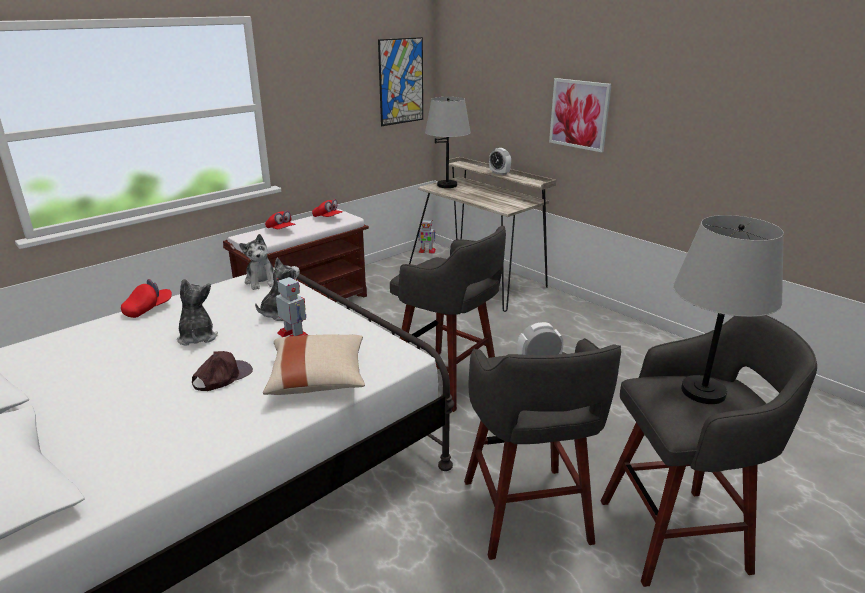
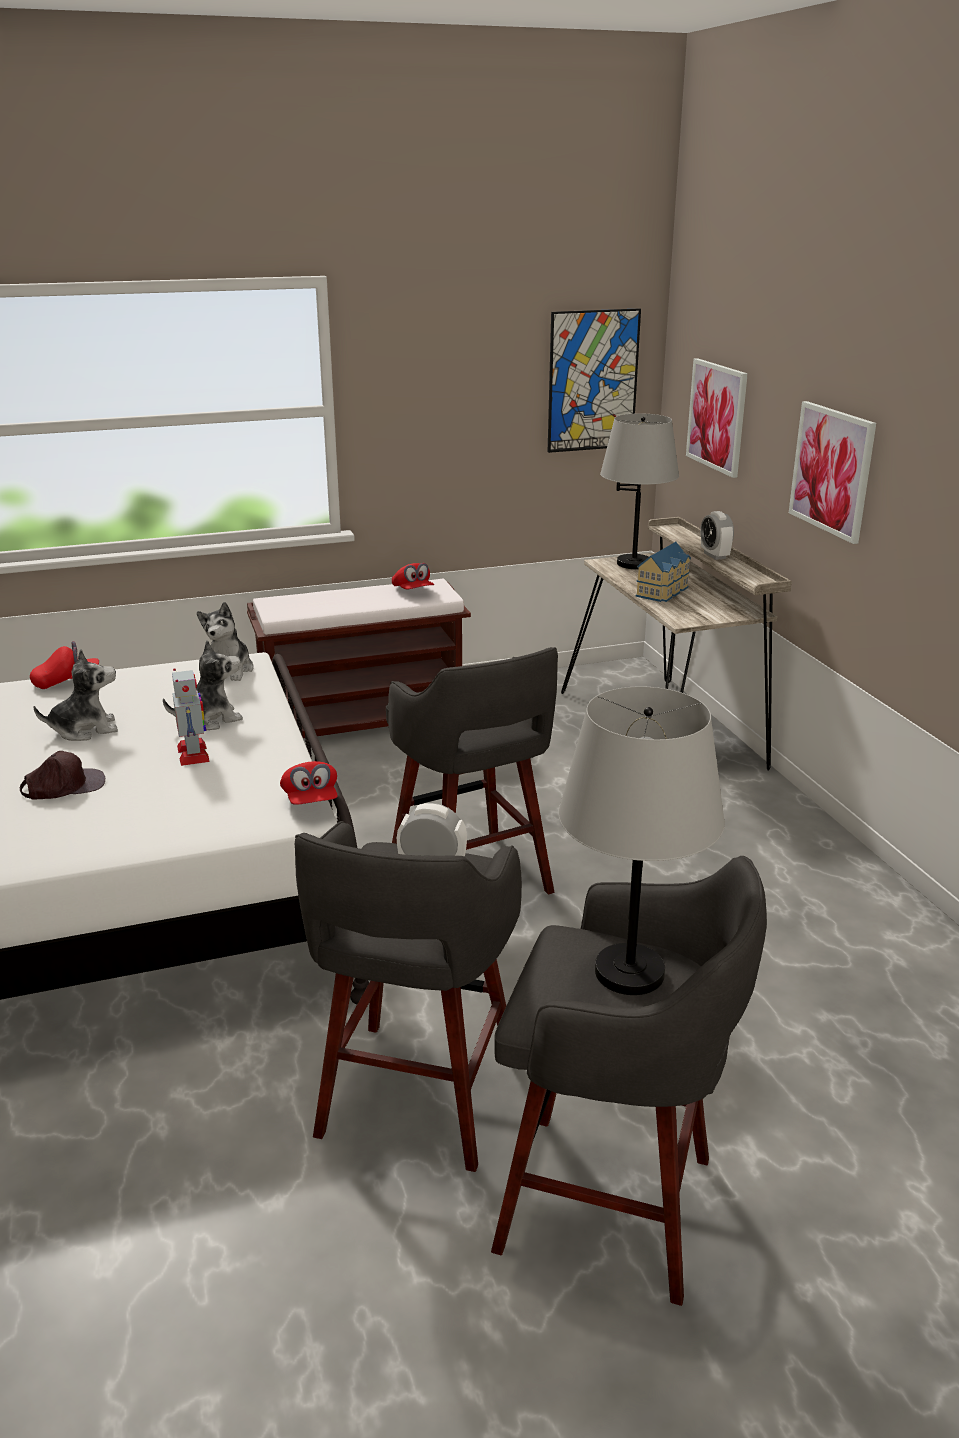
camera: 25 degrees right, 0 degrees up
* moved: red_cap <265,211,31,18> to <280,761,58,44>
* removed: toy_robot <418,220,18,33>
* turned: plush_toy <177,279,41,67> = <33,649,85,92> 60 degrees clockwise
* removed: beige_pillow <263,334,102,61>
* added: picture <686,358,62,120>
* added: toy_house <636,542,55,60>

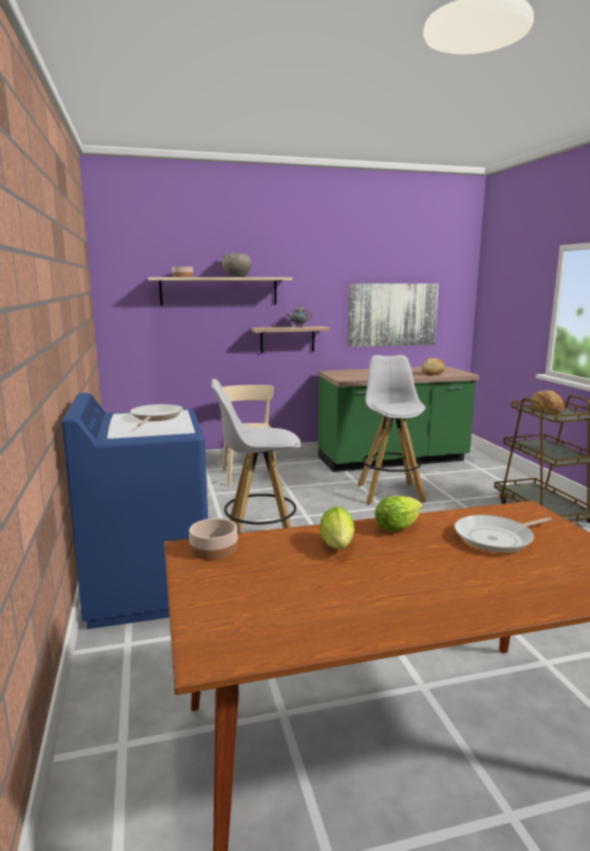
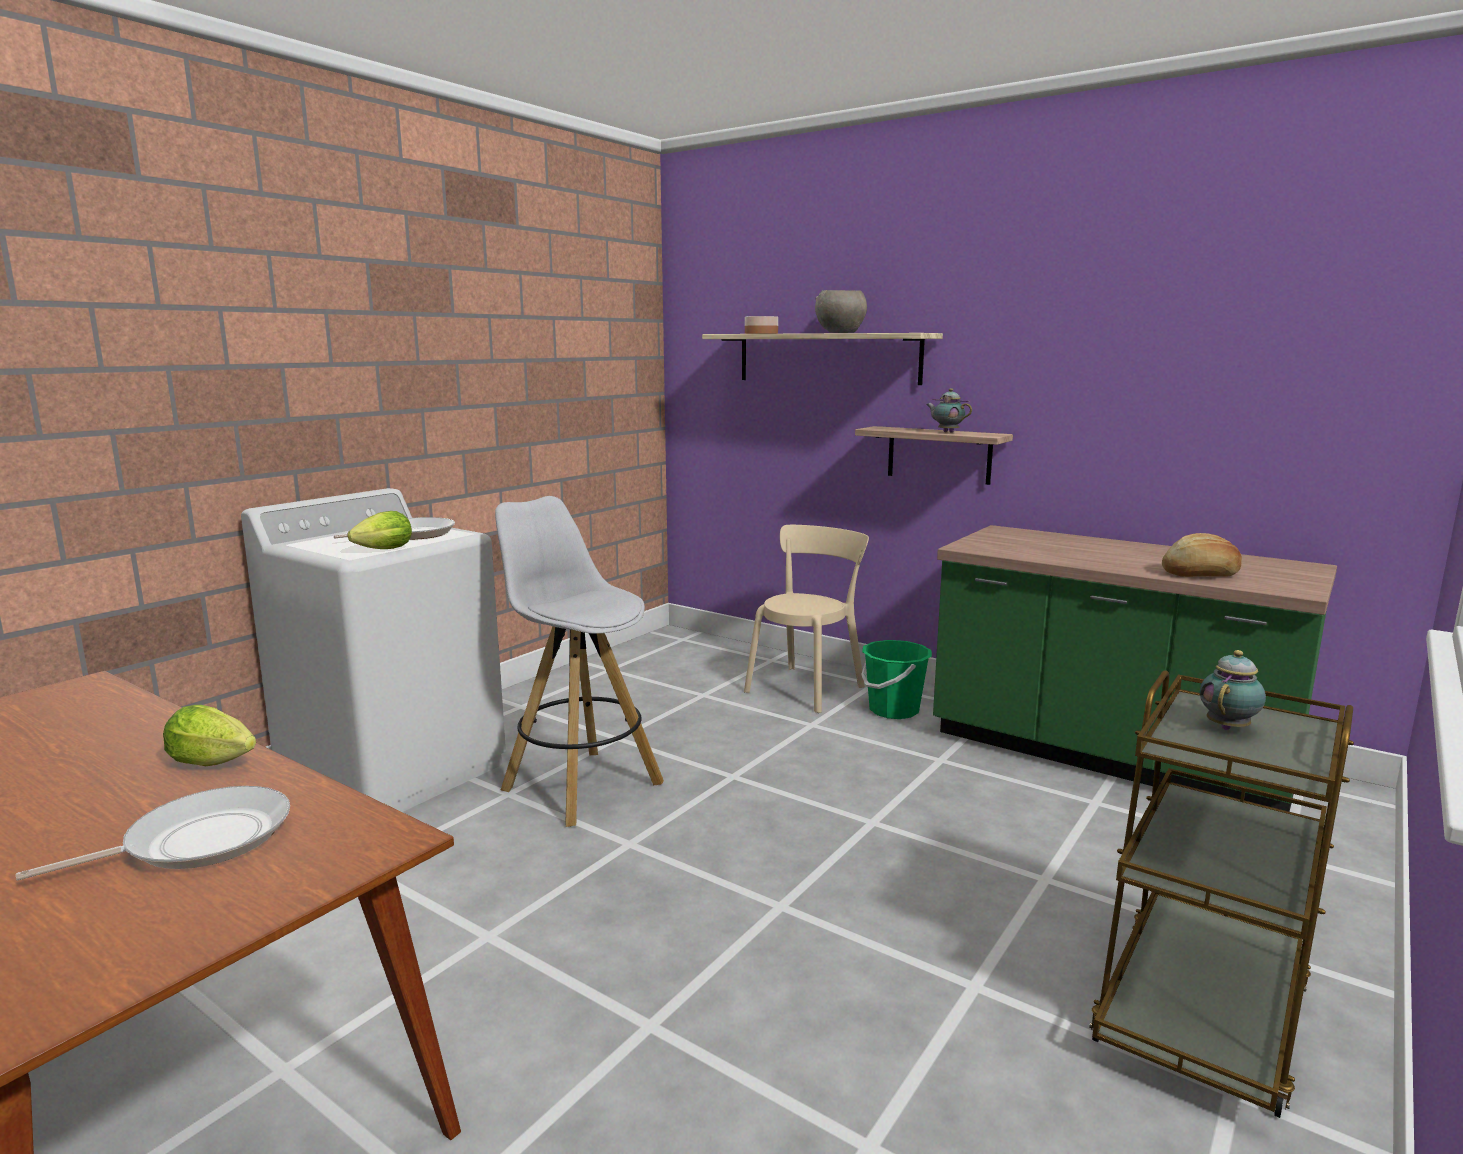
camera: 50 degrees right, 0 degrees up
* removed: picture <348,283,91,64>
* removed: white_stool <357,355,69,149>
* replaced: bread <531,391,33,23> to teapot <1200,650,66,80>
* recoloured: blue_washing_machine <61,393,147,236> to white_washing_machine <241,488,265,324>
* moved: lettuce <320,506,35,43> to <348,511,64,38>
* turned: frying_pan <454,515,98,38> = <16,786,274,95> 120 degrees clockwise
* removed: bowl <189,518,49,42>
* added: green_bucket <861,640,71,79>

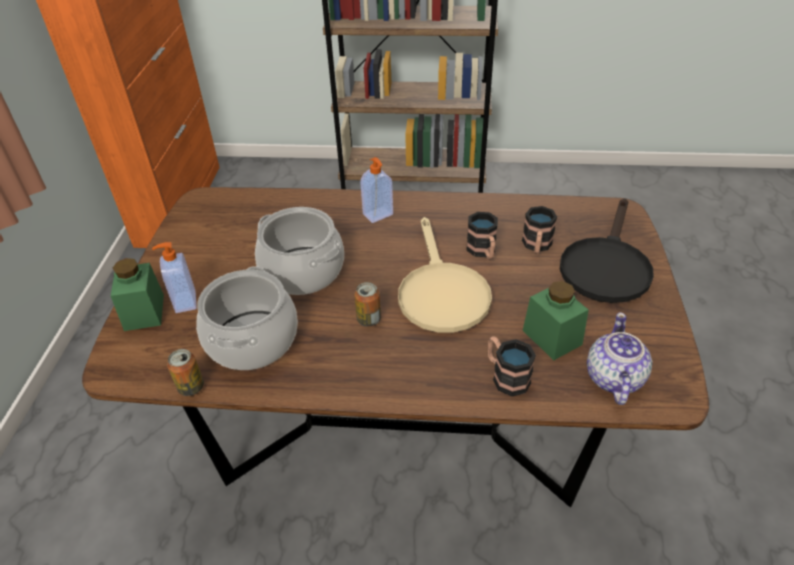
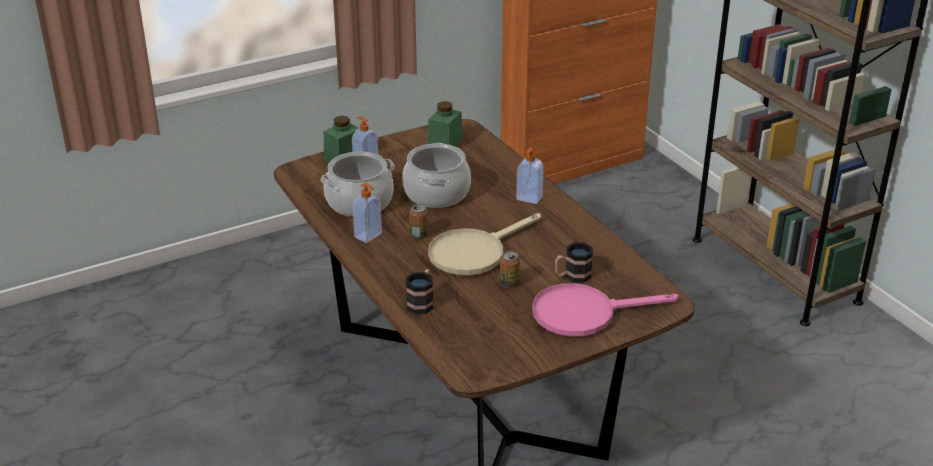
camera: 55 degrees right, 10 degrees down
* recoloured: black_frying_pan <560,198,94,105> to pink_frying_pan <532,283,146,54>
* removed: mug <466,212,32,47>
* moved: green_jar <523,281,66,79> to <428,101,35,46>
* removed: teapot <587,312,65,93>
* moved: can <167,349,37,47> to <500,251,20,37>
* added: soap_dispenser <353,183,29,60>

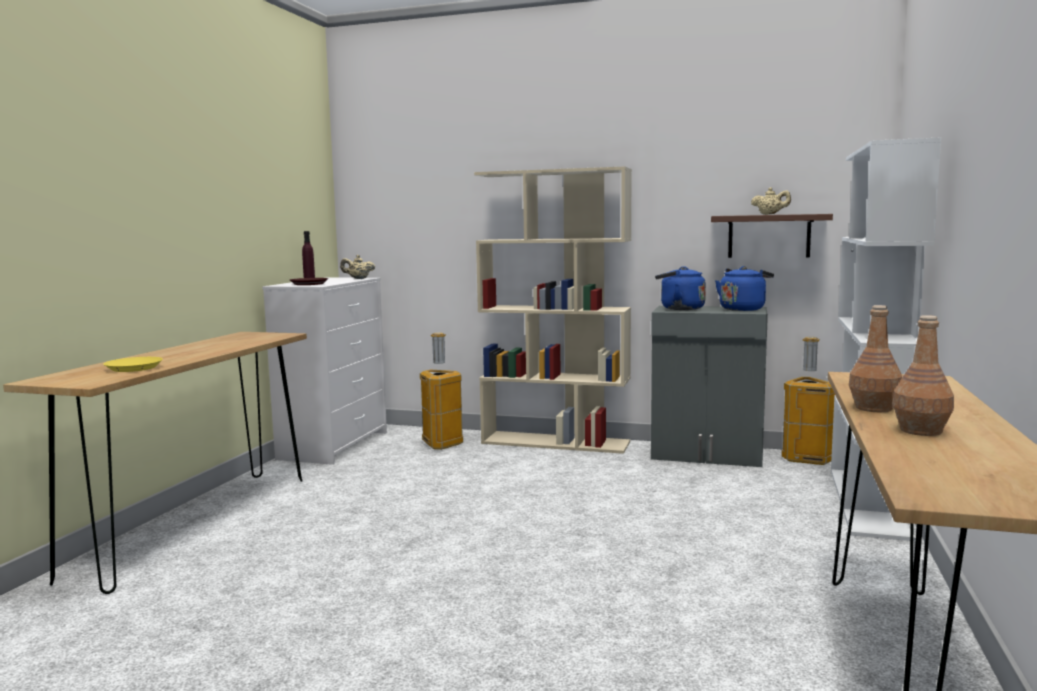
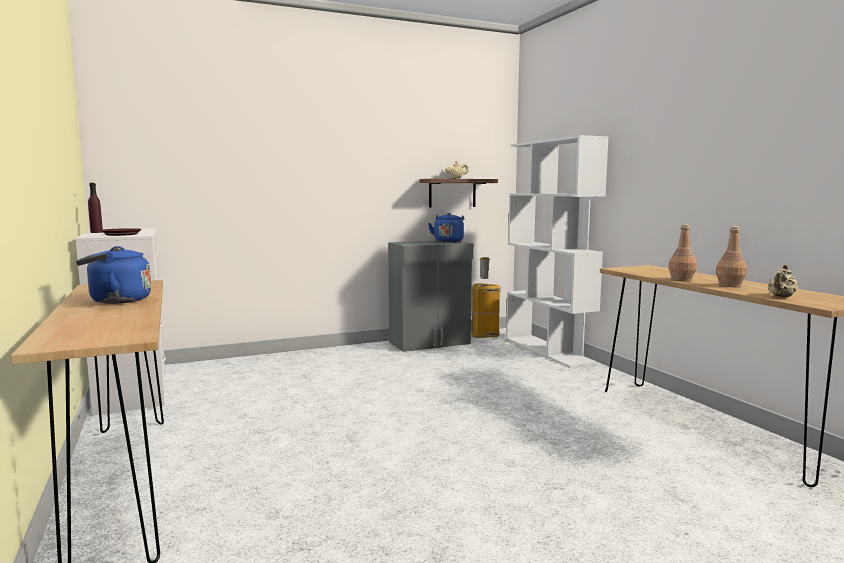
camera: 40 degrees left, 0 degrees up
* removed: beige_bookcase <474,166,158,288>
* moved: beige_teapot <340,255,35,24> to <768,265,30,32>
* moved: blue_kettle <655,266,51,44> to <76,246,75,58>
* removed: trash_can <420,332,43,118>
* removed: yellow_plate <103,357,60,15>

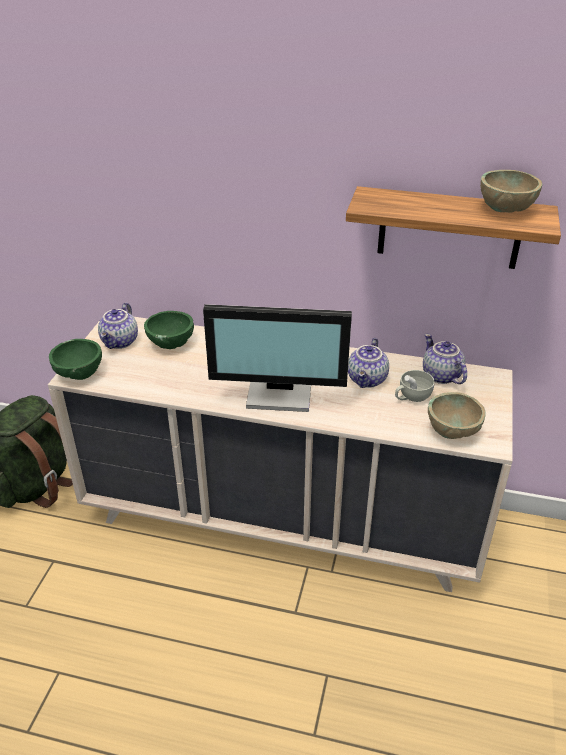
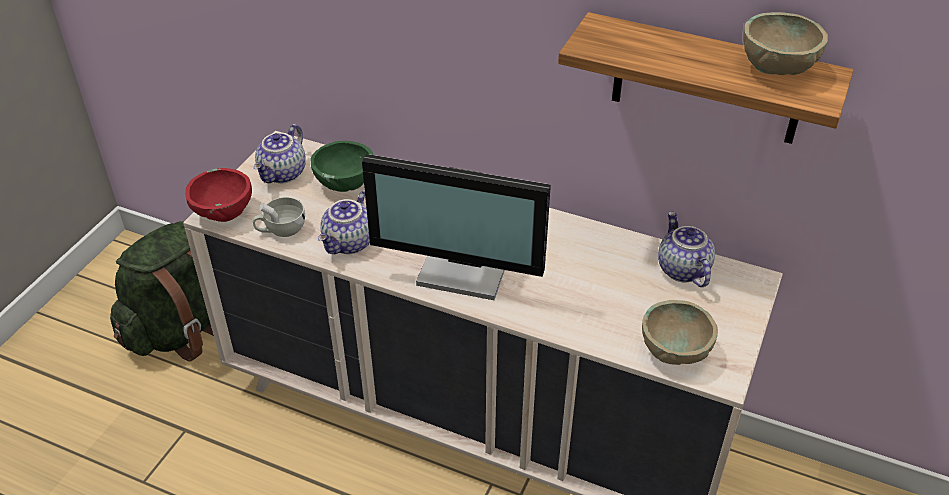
camera: 10 degrees right, 5 degrees up
* moved: teapot <348,338,41,50> to <318,190,52,64>
* recoloured: green_bowl <49,339,53,41> to red_bowl <185,168,67,54>
* moved: white_cup <395,370,40,32> to <253,197,52,40>

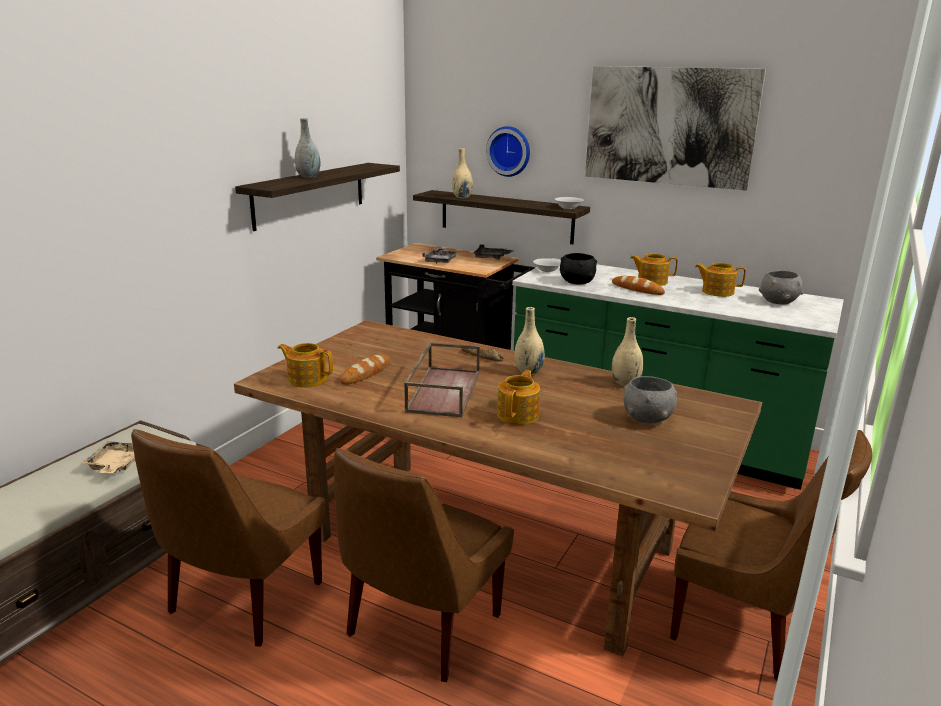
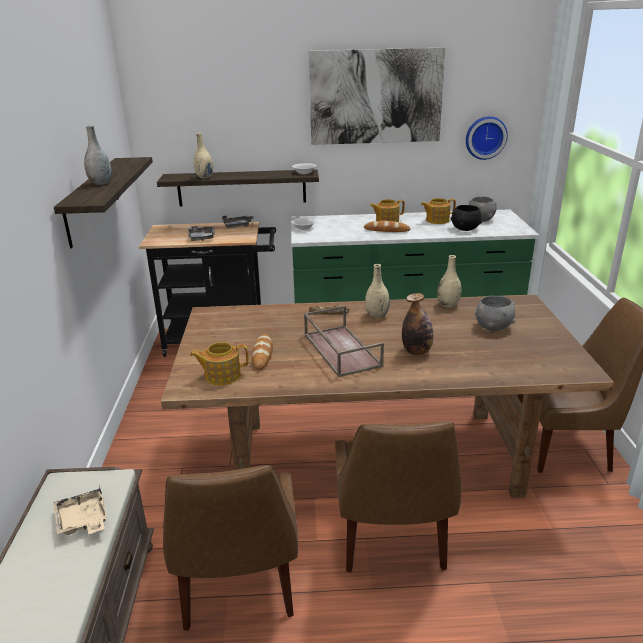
camera: 30 degrees left, 5 degrees up
* moved: wall_clock <486,126,44,51> to <466,116,42,44>
* moved: black_bowl <560,253,37,32> to <451,205,31,26>
* replaced: teapot <497,370,43,55> to bottle <402,293,31,62>

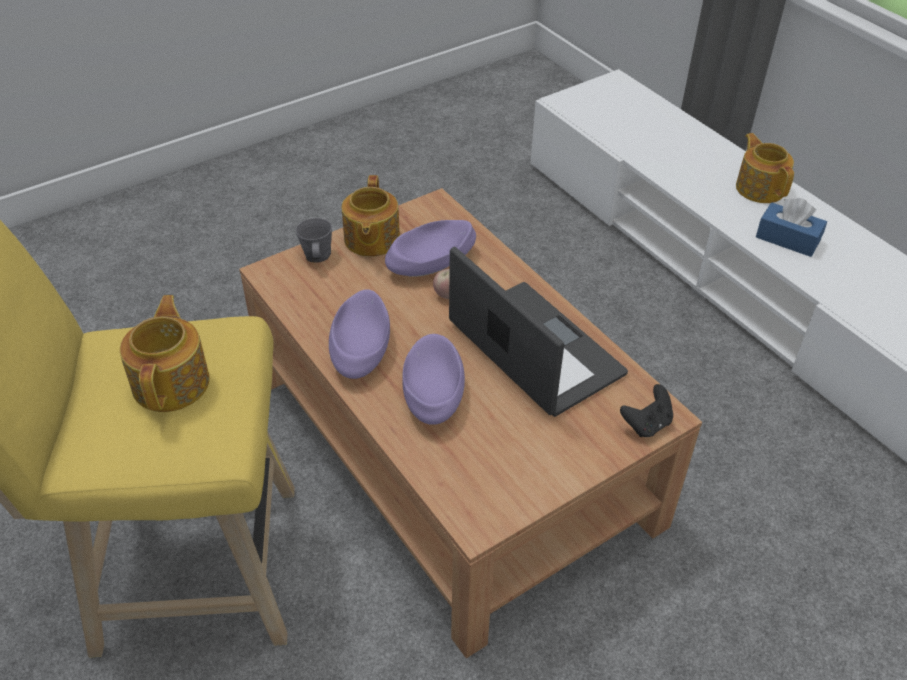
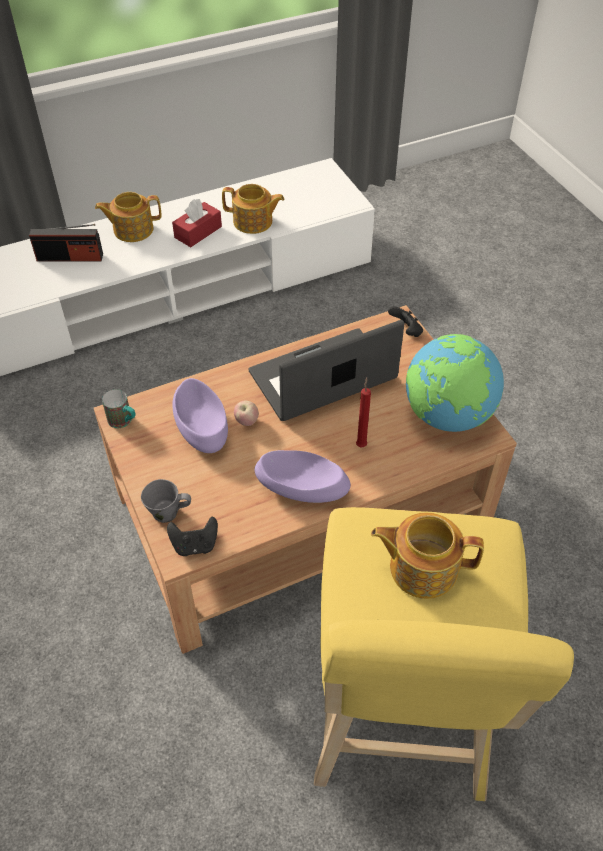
camera: 80 degrees left, 5 degrees up
* moved: teapot <342,175,58,82> to <222,184,62,50>
* recoloured: blue_tissue_box <756,198,71,59> to red_tissue_box <172,199,50,48>
* replaced: purple_bowl <402,334,63,91> to red_candle <356,377,15,70>
* added: radio <29,224,74,37>
* added: globe <406,334,98,98>
* added: mug <102,389,34,39>
* added: black_game_controller <167,517,51,39>

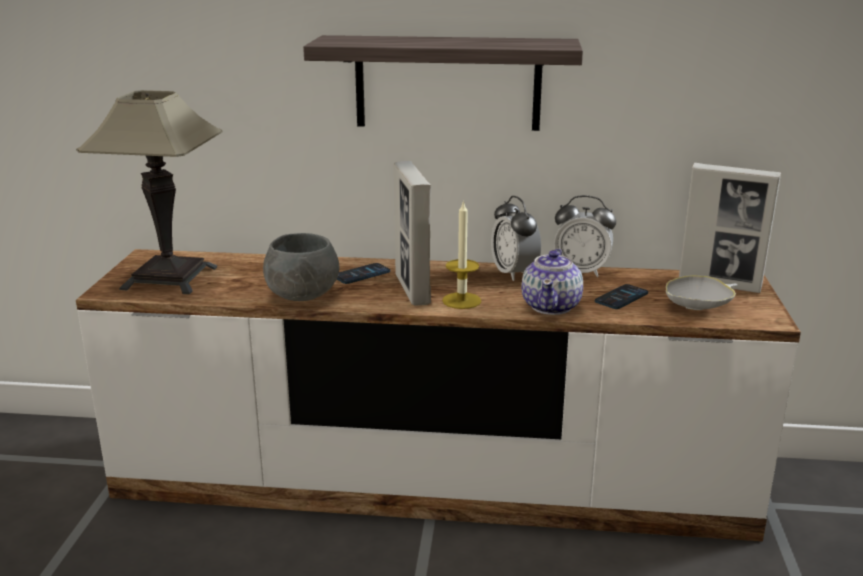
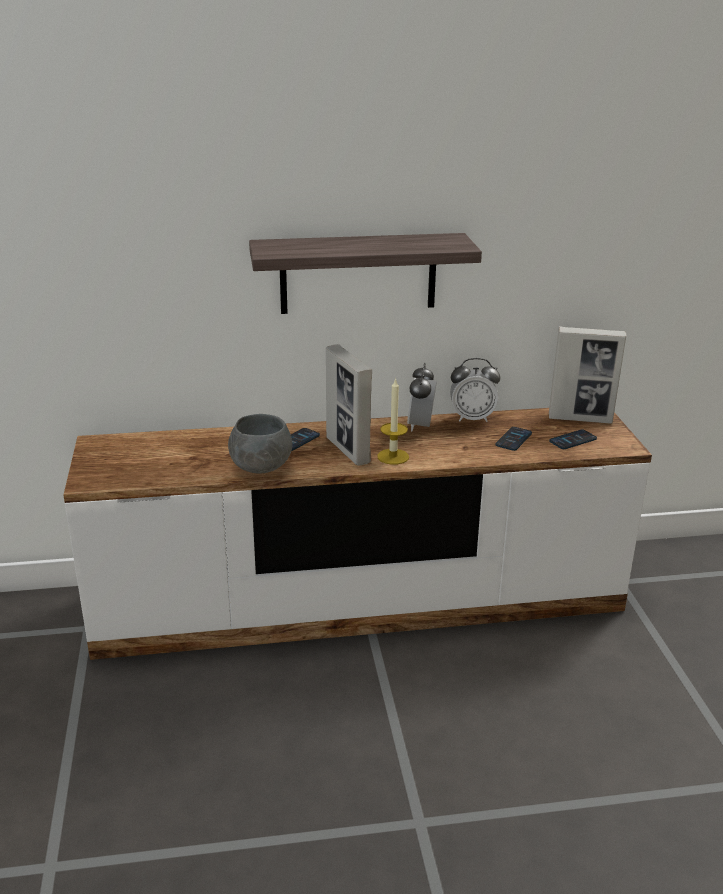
camera: 15 degrees left, 5 degrees up
* removed: table_lamp <76,90,147,205>
* turned: alarm_clock <491,196,50,85> = <407,363,30,68> 45 degrees clockwise
* removed: teapot <521,249,62,66>
* replaced: white_bowl <666,275,72,35> to phone <549,429,48,20>

